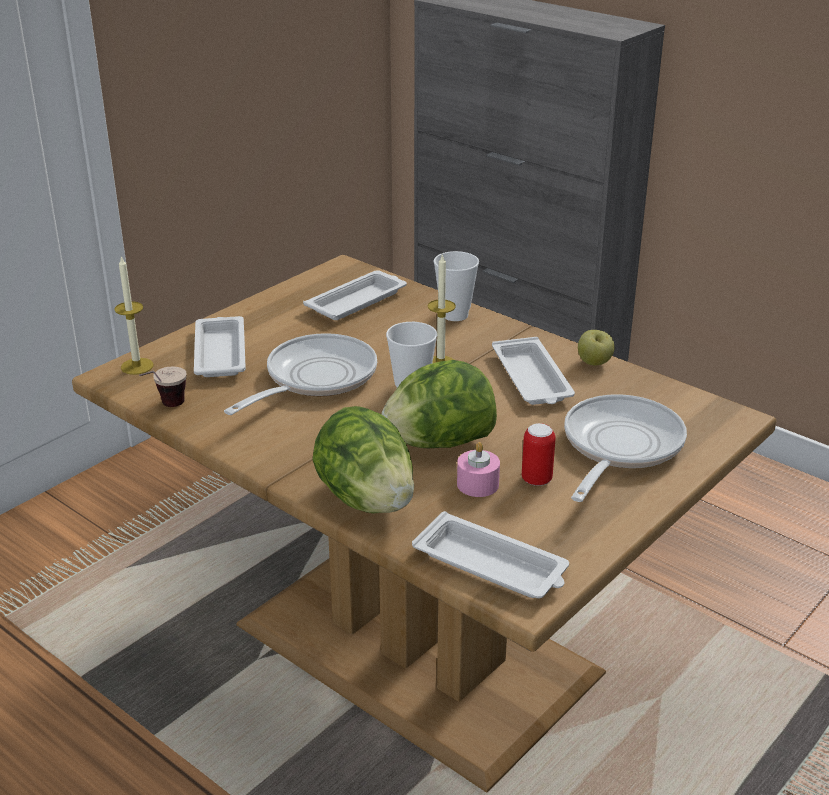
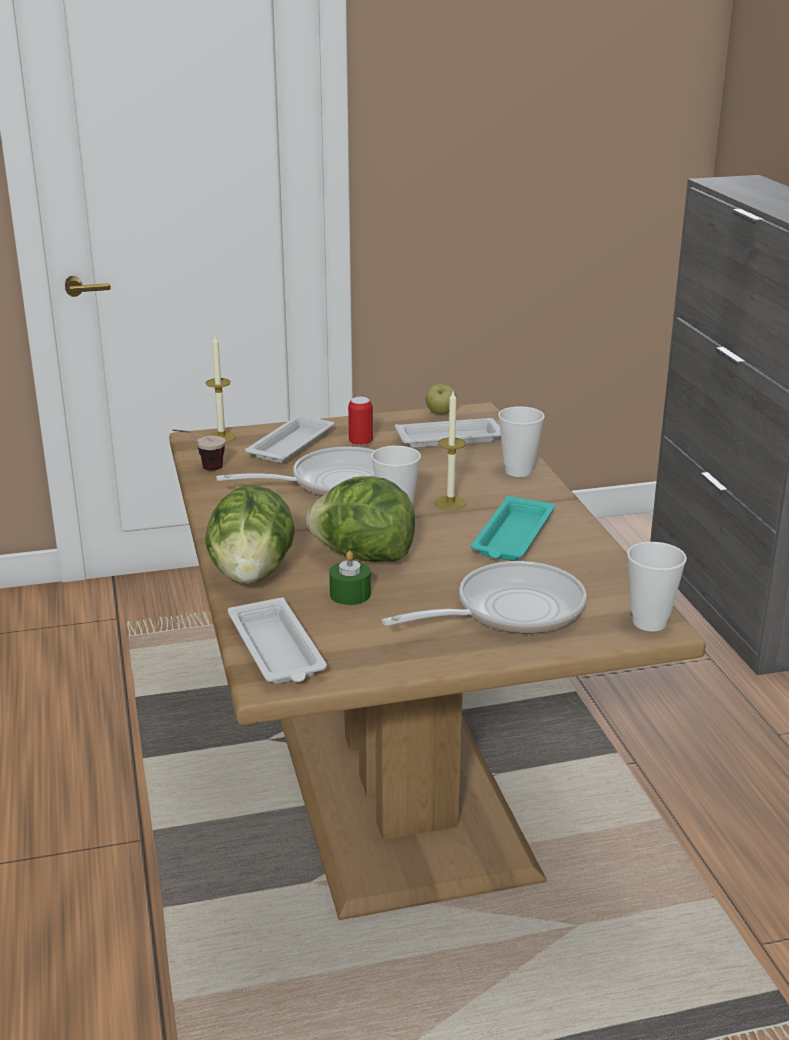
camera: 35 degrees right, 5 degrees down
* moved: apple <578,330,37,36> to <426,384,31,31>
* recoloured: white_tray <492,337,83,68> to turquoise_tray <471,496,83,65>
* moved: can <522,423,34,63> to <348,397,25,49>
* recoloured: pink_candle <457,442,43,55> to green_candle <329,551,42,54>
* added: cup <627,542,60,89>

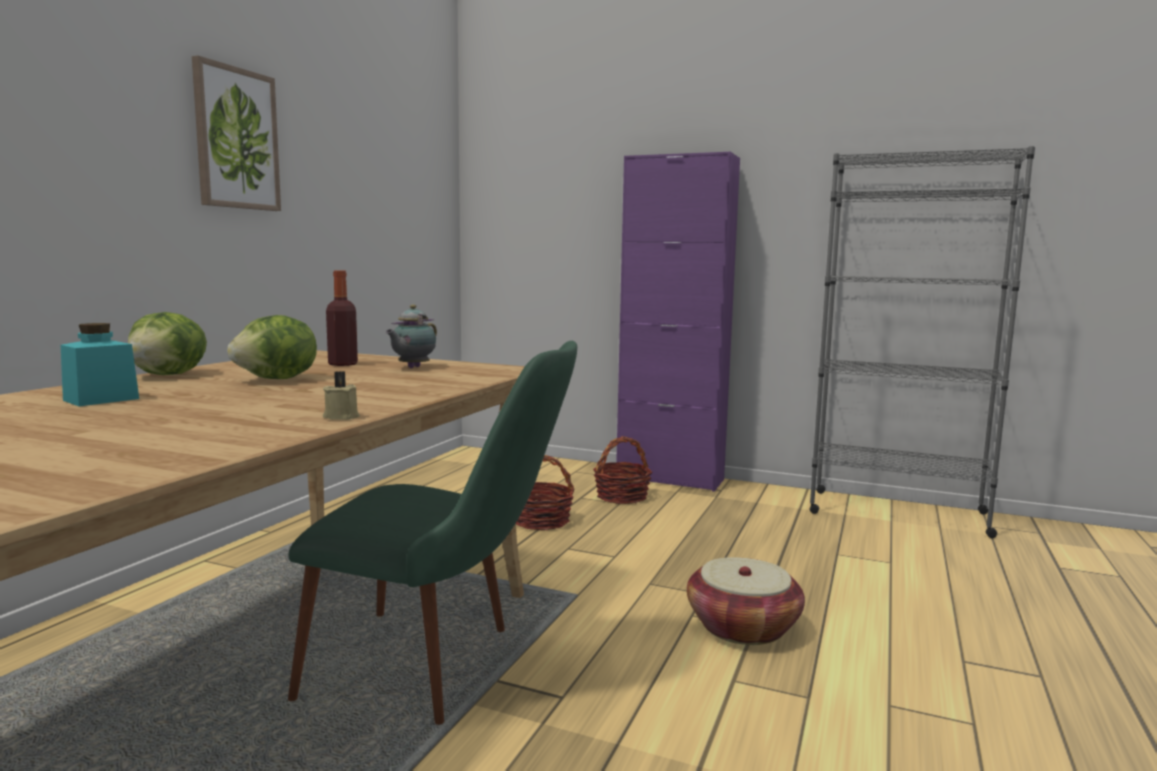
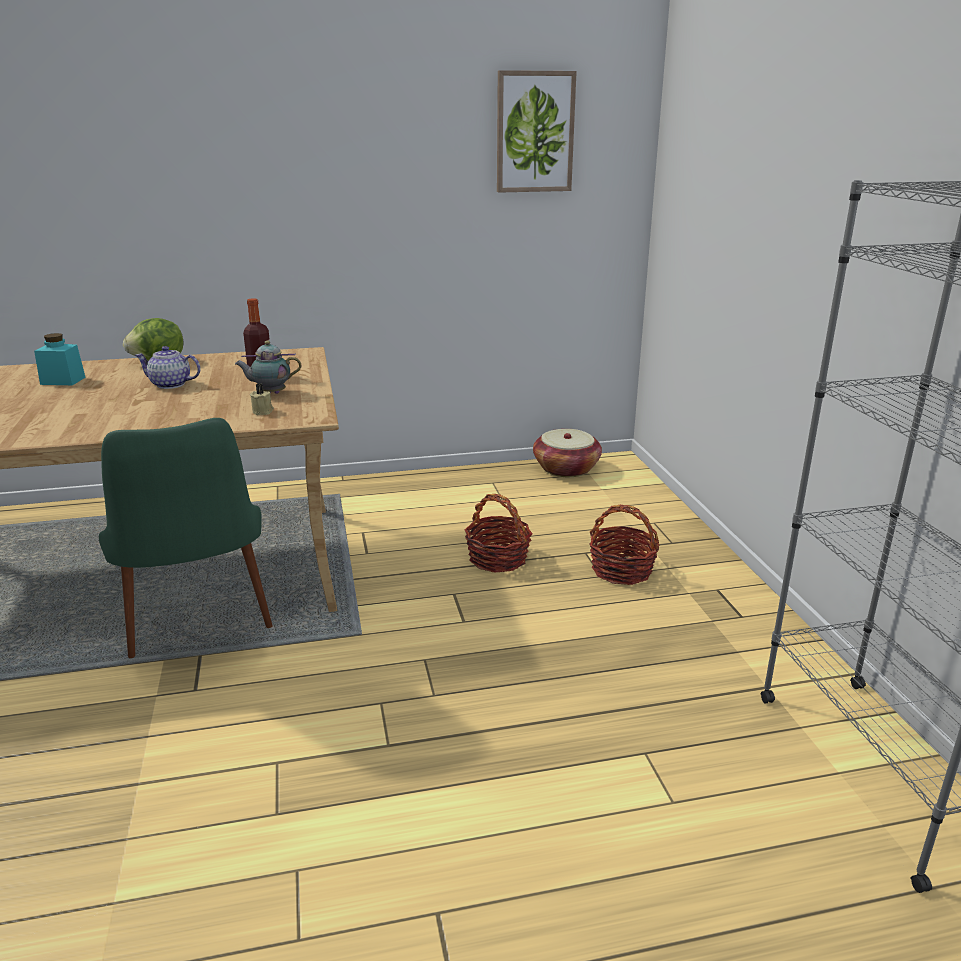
camera: 55 degrees right, 15 degrees up
* moved: picture <192,56,89,155> to <497,70,80,123>
* removed: purple_cabinet <616,152,124,340>
* replaced: lettuce <227,315,90,64> to teapot <135,346,66,43>
* moved: beige_candle <323,371,37,49> to <250,383,24,32>
* moved: basket <687,557,118,88> to <533,429,69,48>

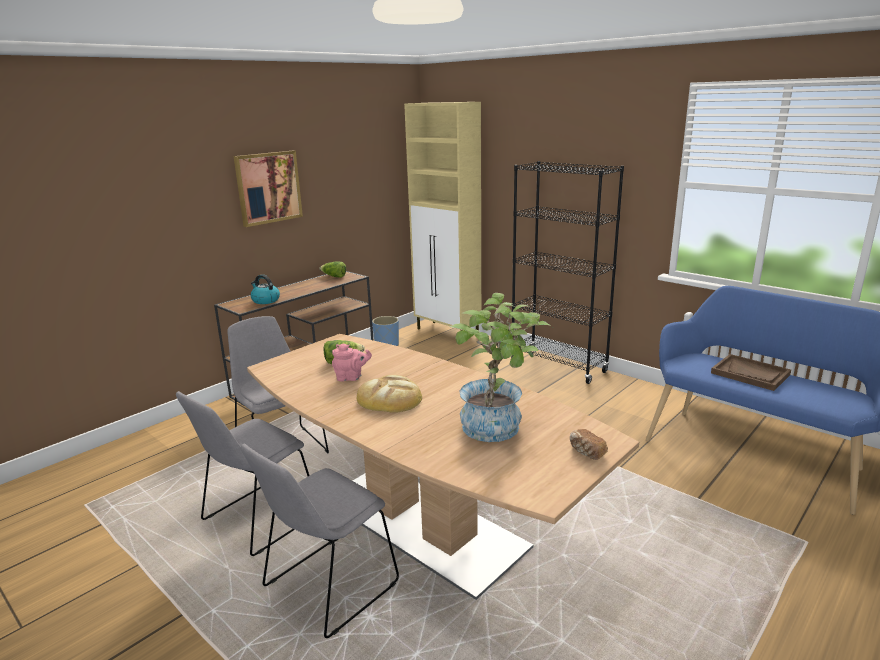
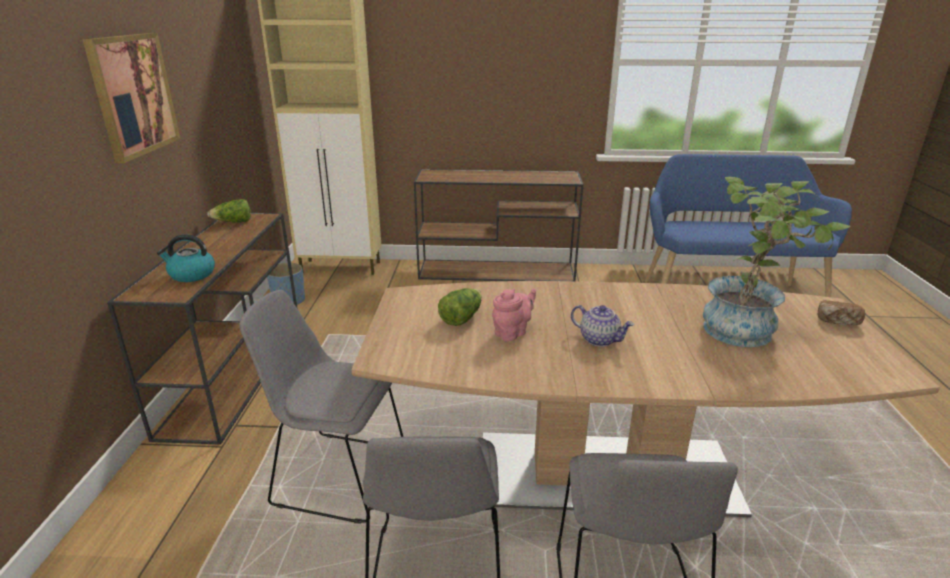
camera: 40 degrees left, 5 degrees up
* replaced: black_bookcase <511,161,113,223> to brown_console_table <414,169,169,112>
* removed: brown_tray <711,354,80,37>
* replaced: bread <357,375,65,38> to teapot <571,305,63,42>

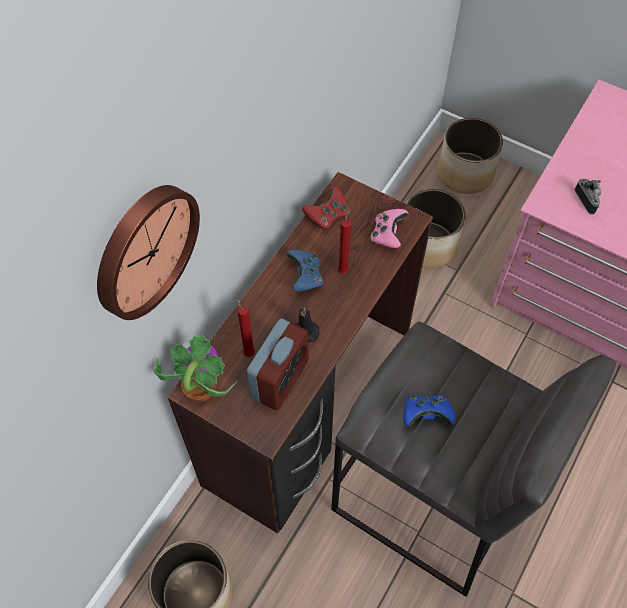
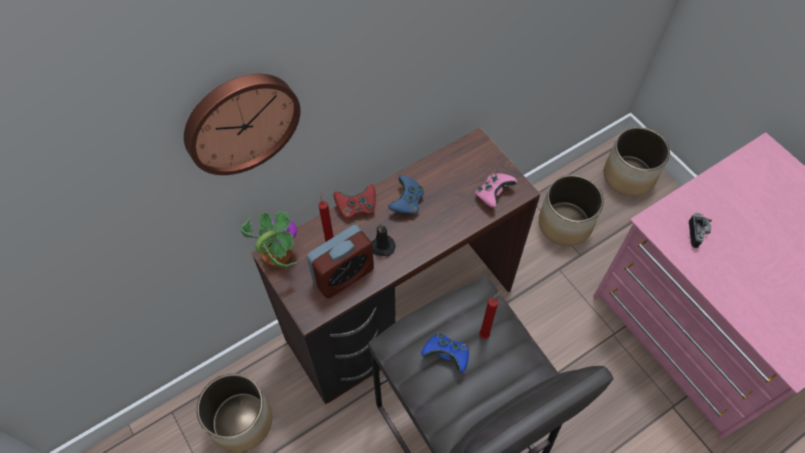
camera: 25 degrees right, 0 degrees up
* moved: red_game_controller <302,186,47,43> to <334,184,42,34>
* moved: red_candle <337,209,14,65> to <479,291,22,48>

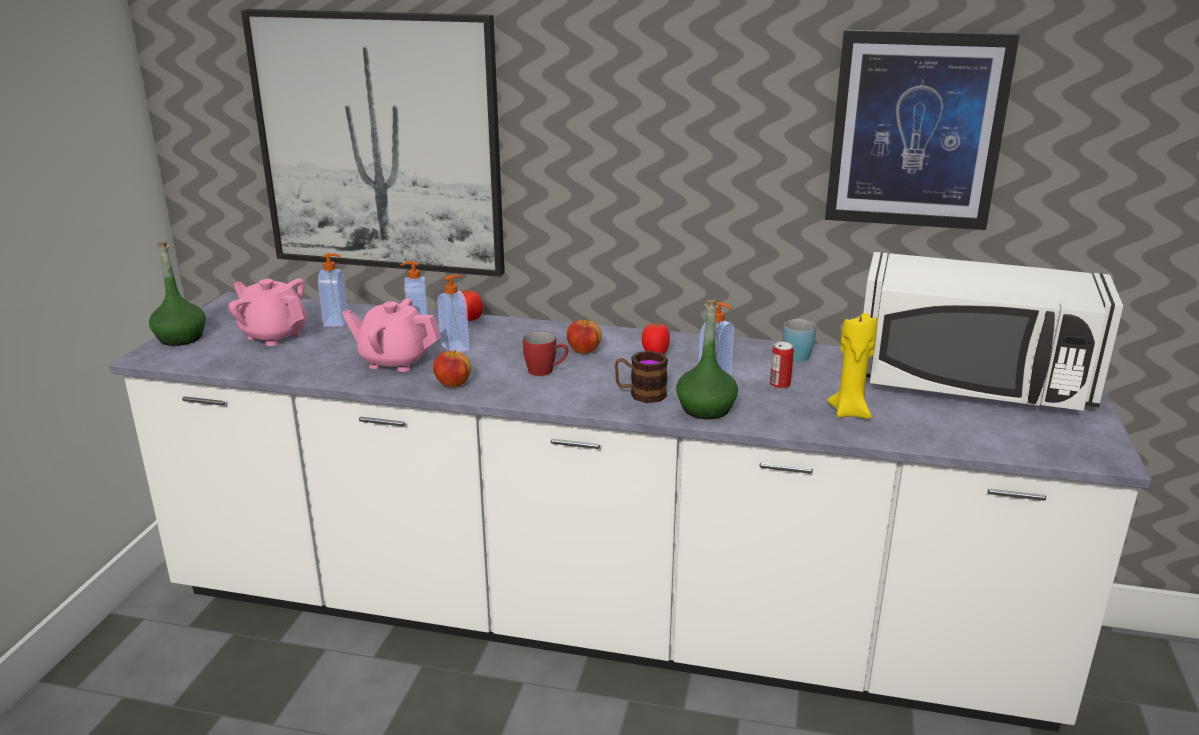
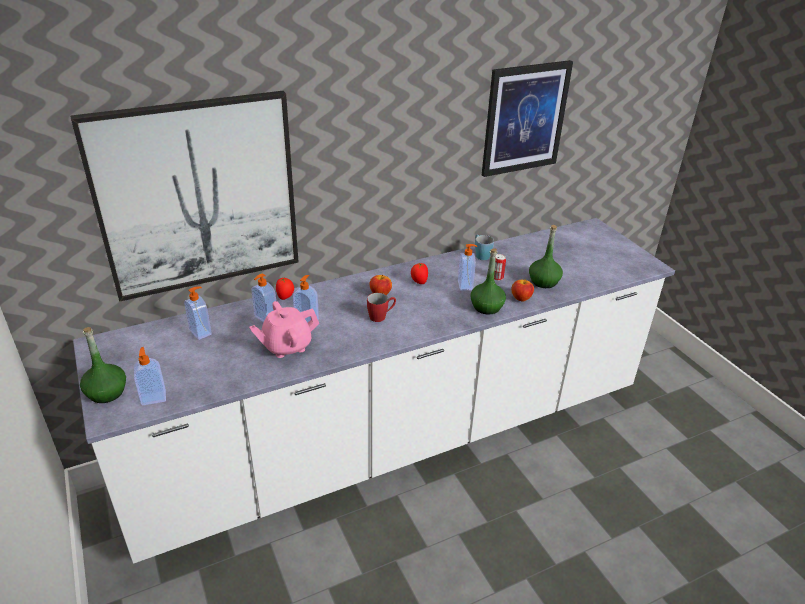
camera: 40 degrees left, 10 degrees up
* removed: white_microwave <863,252,260,159>
* removed: pink_teapot <229,278,78,68>
* replaced: yellow_candle <827,313,50,106> to green_bottle <529,225,34,63>
* moved: apple <433,350,38,37> to <511,279,23,23>
* removed: mug <615,351,53,52>
* added: soap_dispenser <134,347,32,58>

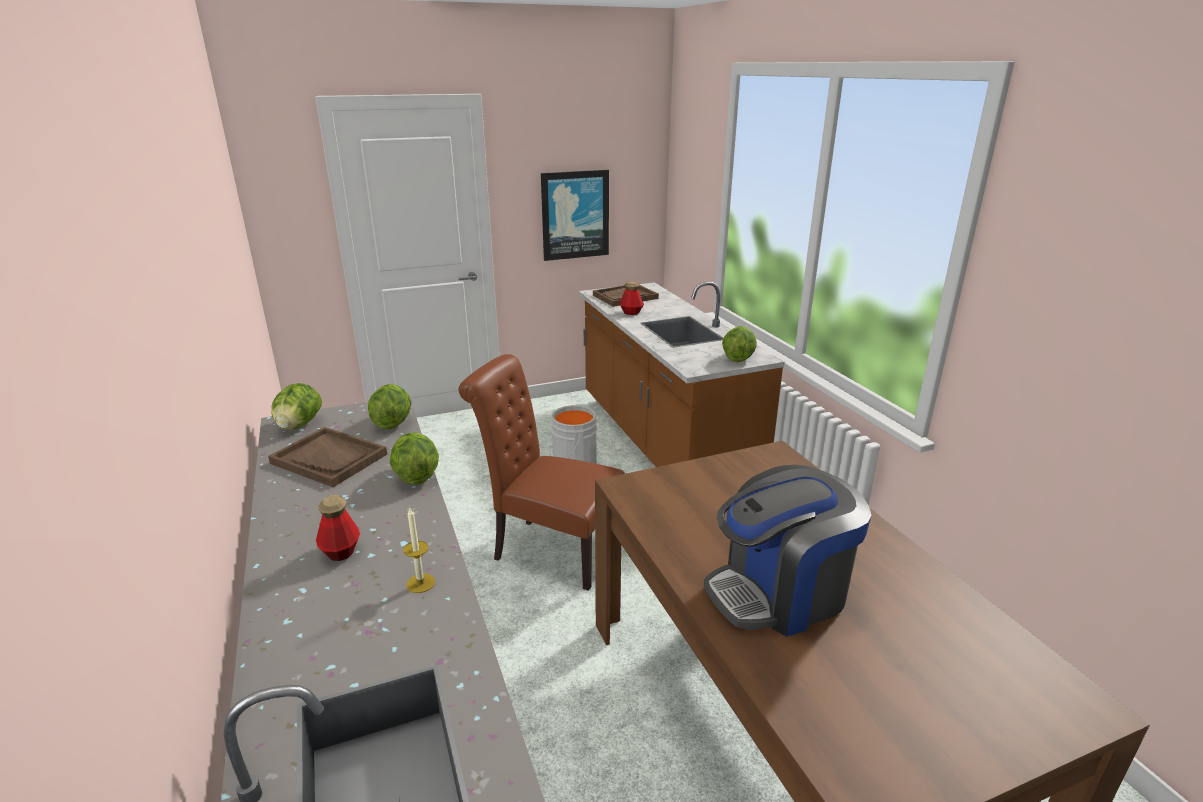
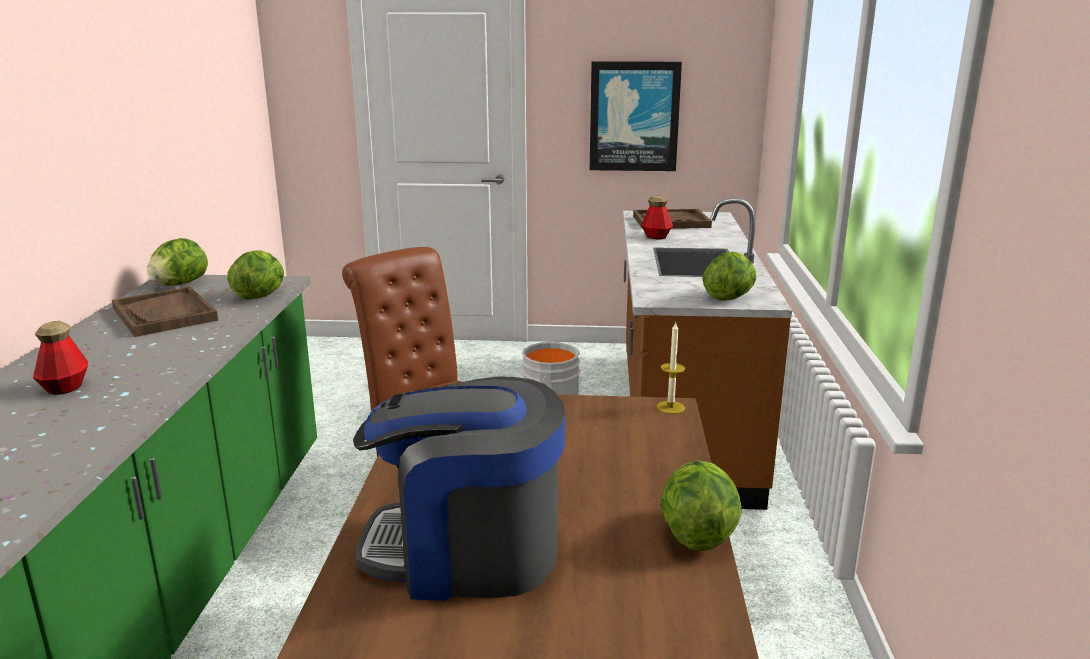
camera: 25 degrees right, 5 degrees down
* moved: lettuce <390,433,49,52> to <660,460,82,91>
* moved: candle <403,508,32,85> to <657,323,28,91>

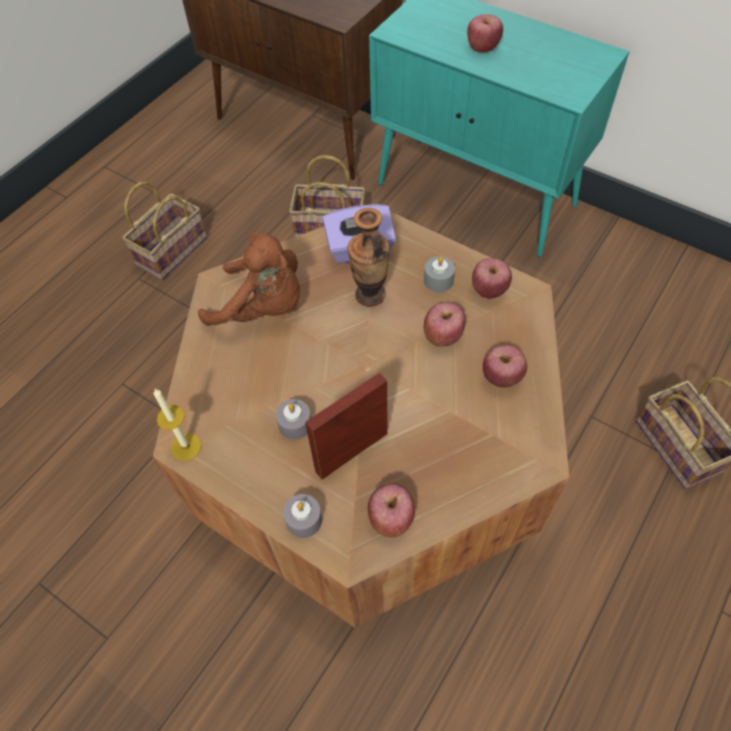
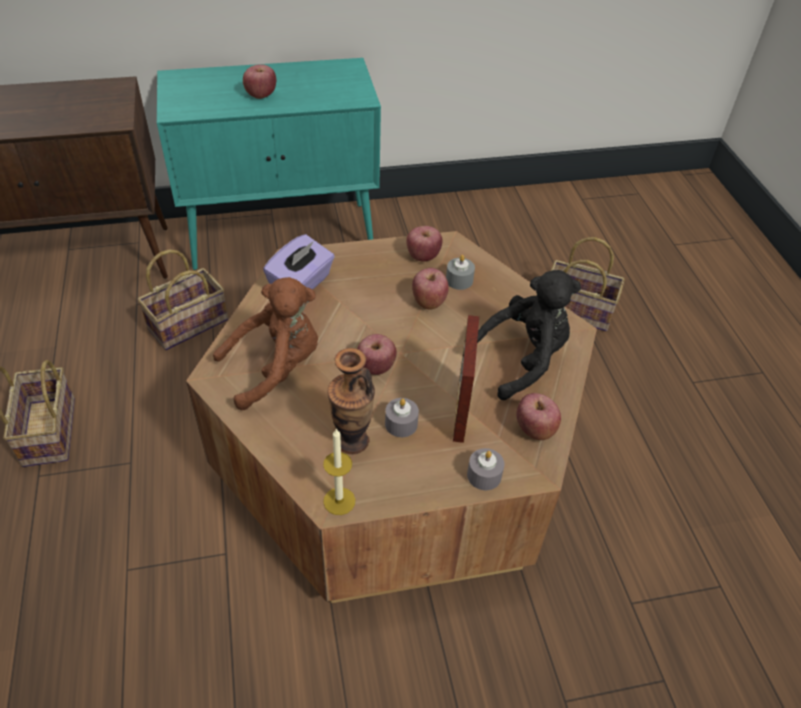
camera: 50 degrees left, 10 degrees down
* moved: vase <348,208,42,99> to <328,348,47,106>
* moved: grey_candle <424,256,31,36> to <446,255,29,35>
* moved: apple <483,345,44,43> to <357,334,40,41>
* added: black_plush_toy <463,270,118,130>

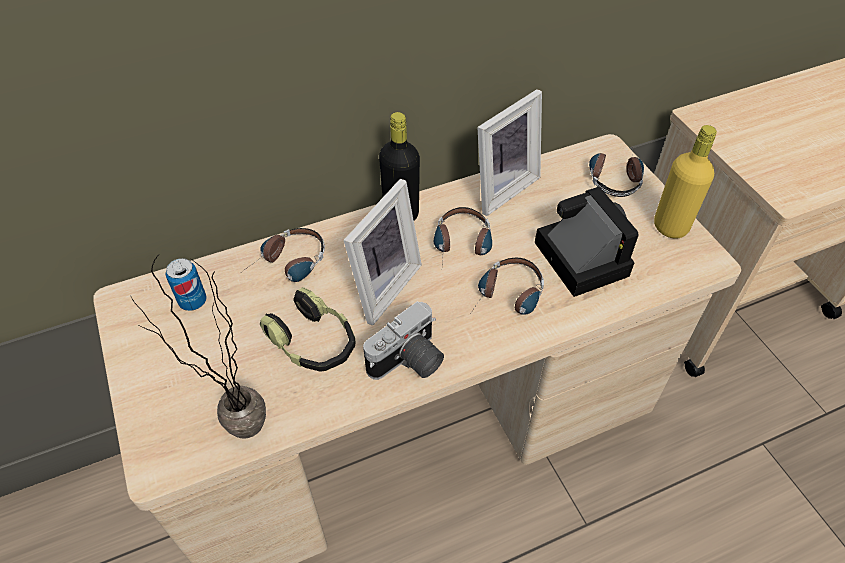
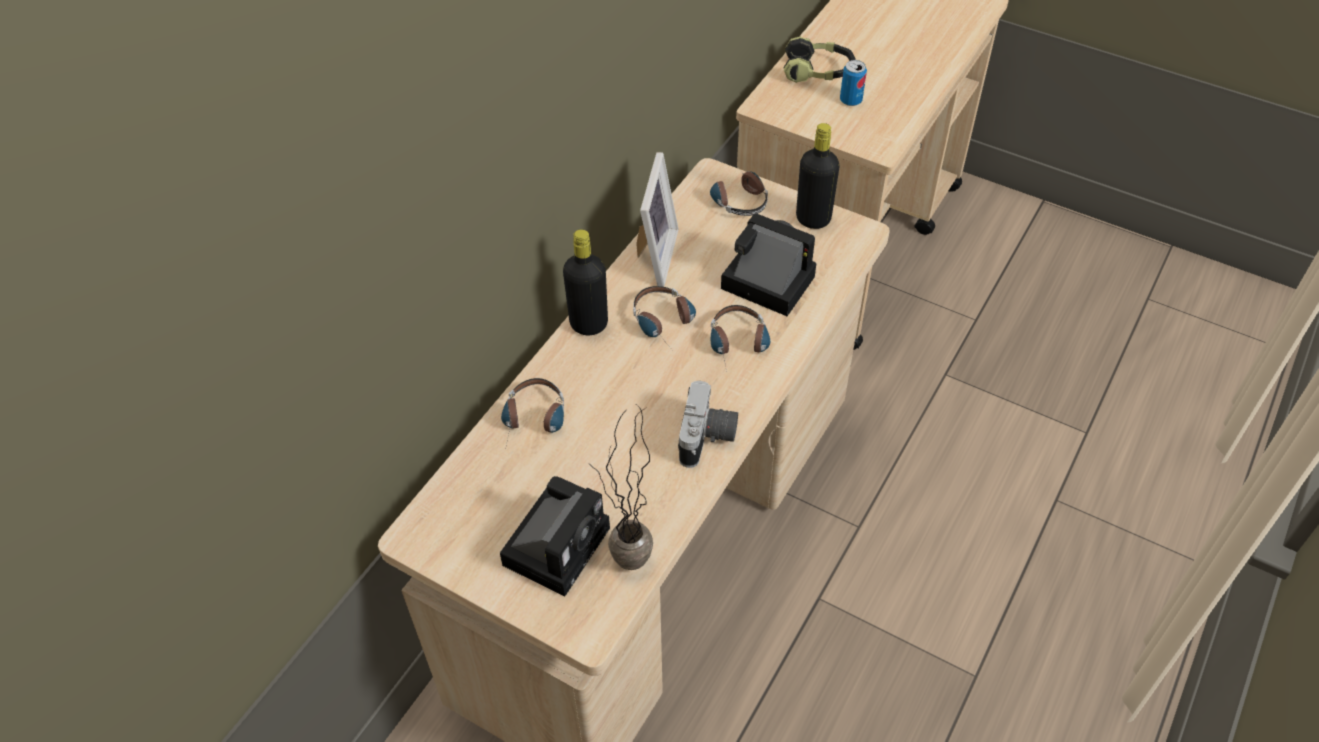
camera: 35 degrees left, 0 degrees up
* recoloured: yellow_bottle <654,125,63,114> to black_bottle <796,123,44,106>
* removed: picture_frame <344,179,78,146>
* moved: can <165,258,42,53> to <840,60,27,46>
* moved: headphones <260,287,96,85> to <783,36,73,47>
* added: photo_camera <500,476,110,120>

